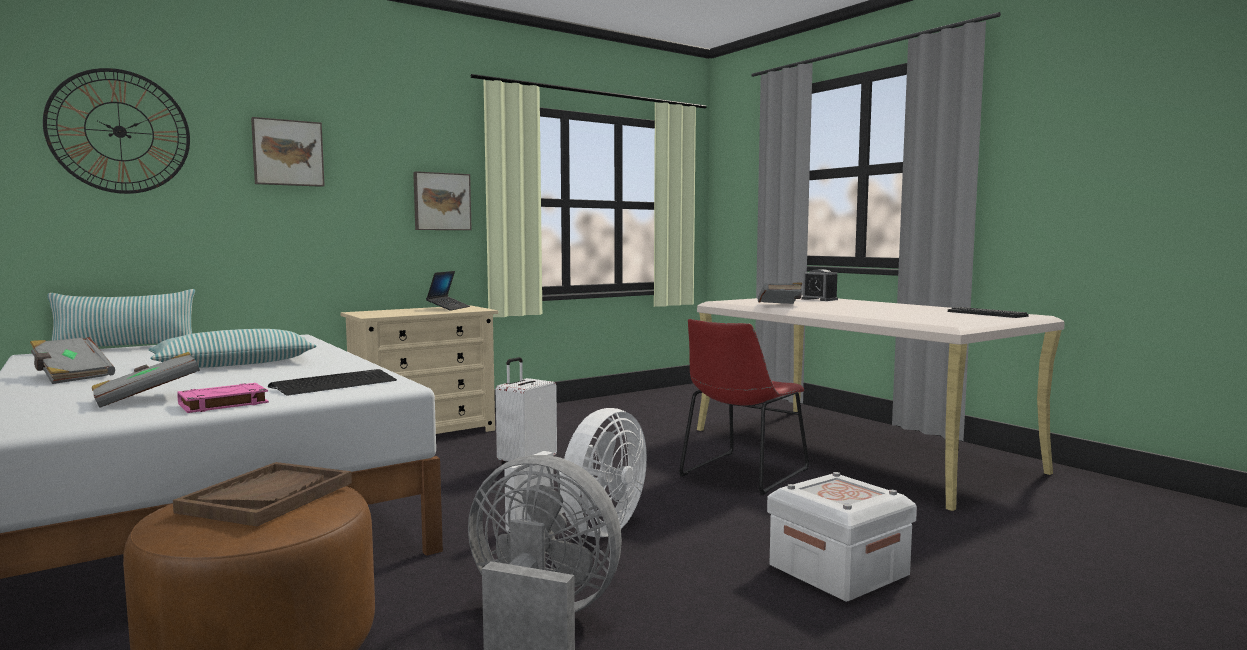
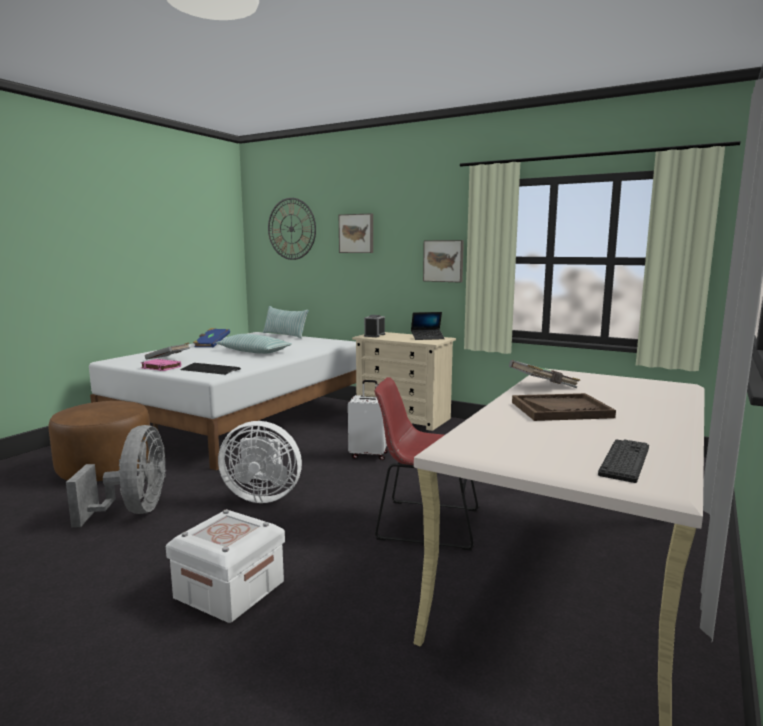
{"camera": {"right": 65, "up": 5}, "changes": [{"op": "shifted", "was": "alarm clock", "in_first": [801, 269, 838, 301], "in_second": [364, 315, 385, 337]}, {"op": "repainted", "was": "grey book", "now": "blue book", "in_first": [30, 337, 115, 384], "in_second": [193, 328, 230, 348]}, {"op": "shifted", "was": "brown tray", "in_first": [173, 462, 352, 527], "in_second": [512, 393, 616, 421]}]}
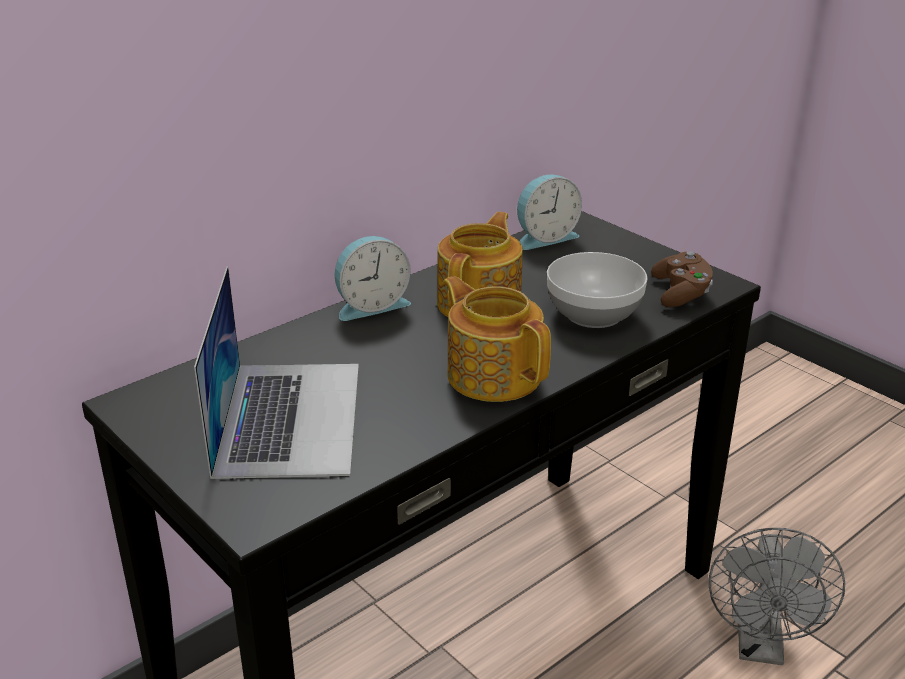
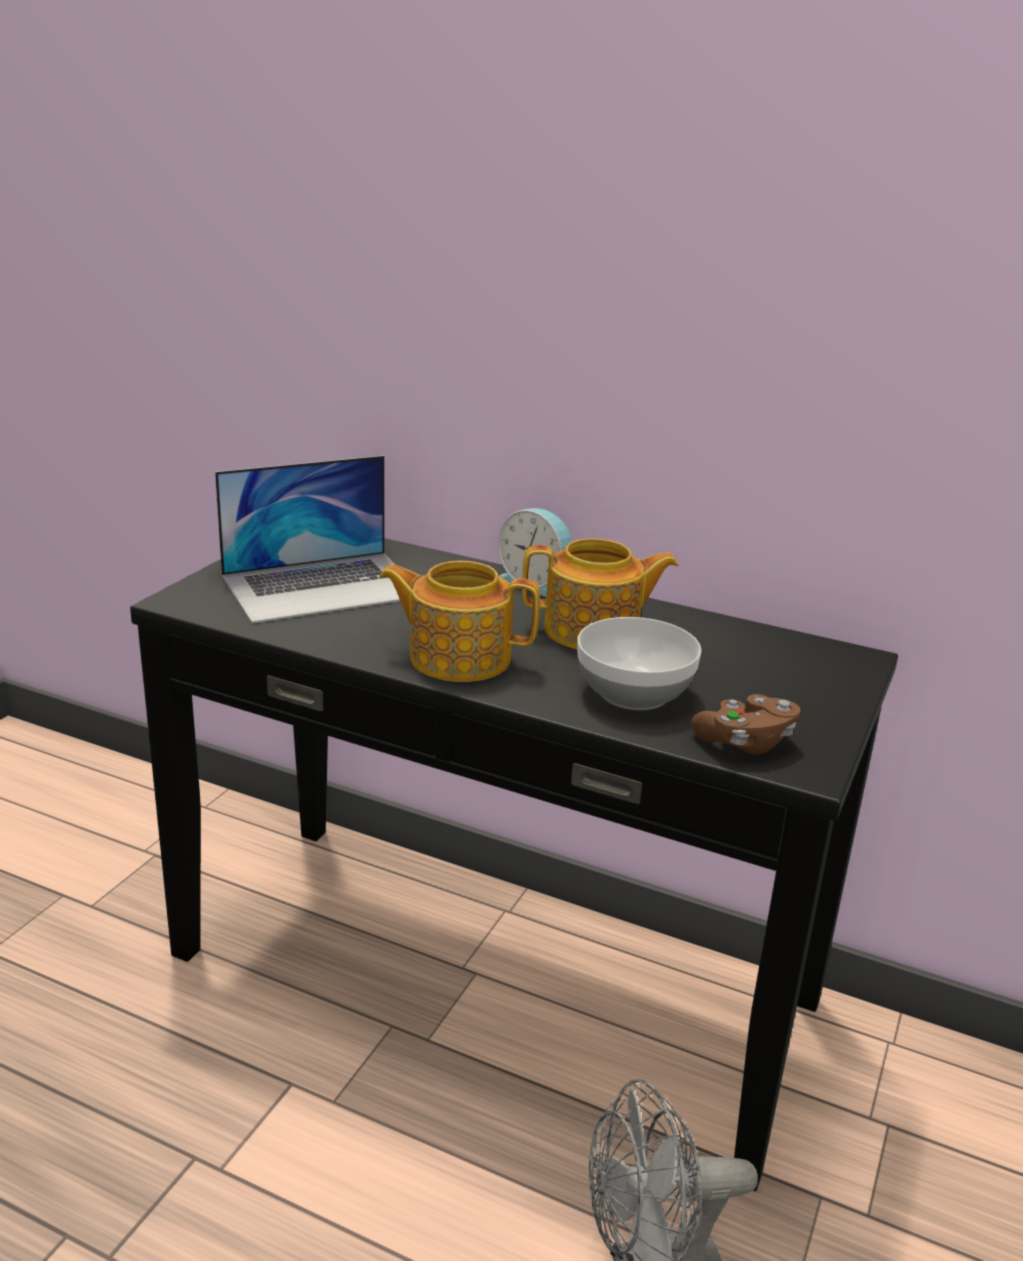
{"camera": {"right": 65, "up": -5}, "changes": [{"op": "gone", "was": "alarm clock", "in_first": [517, 174, 582, 250]}, {"op": "rotated", "was": "teapot", "in_first": [442, 276, 551, 402], "in_second": [379, 561, 540, 682], "clockwise": -105}]}
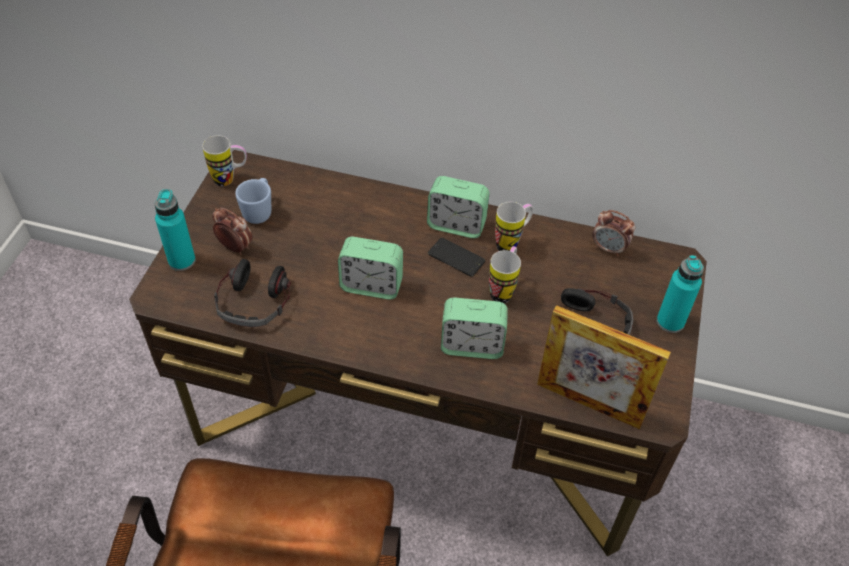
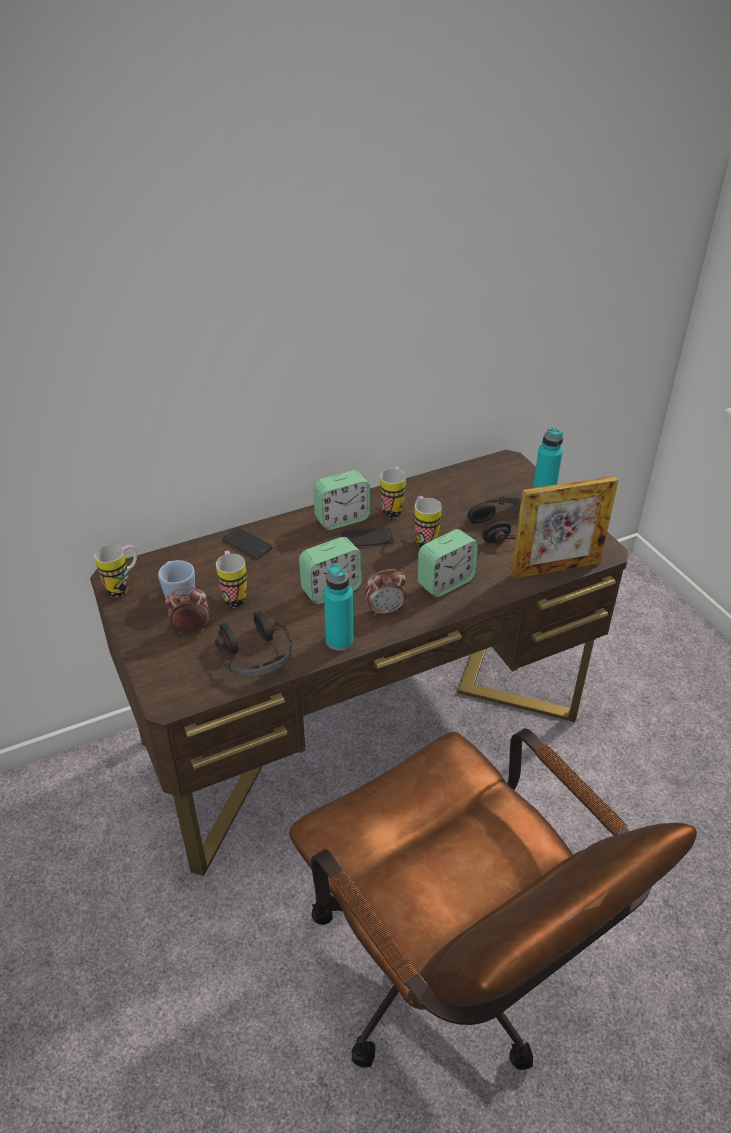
{"camera": {"right": -40, "up": -10}, "changes": [{"op": "shifted", "was": "turquoise bottle", "in_first": [155, 189, 196, 271], "in_second": [324, 564, 353, 651]}, {"op": "shifted", "was": "alarm clock", "in_first": [592, 210, 635, 256], "in_second": [365, 569, 406, 616]}, {"op": "new", "now": "phone", "in_second": [222, 528, 273, 559]}, {"op": "new", "now": "mug", "in_second": [216, 551, 247, 608]}]}
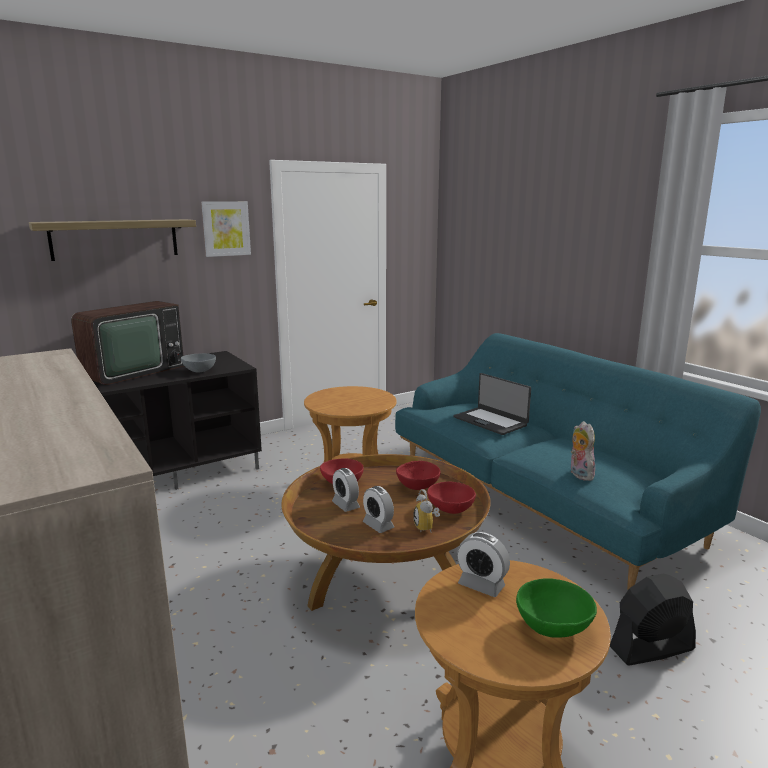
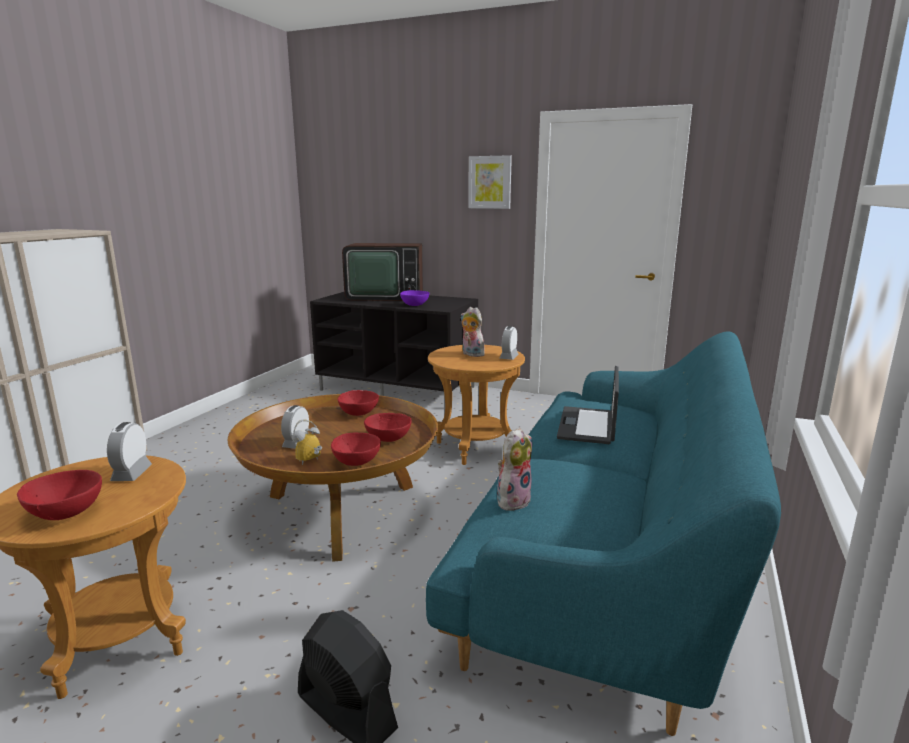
{"camera": {"right": 55, "up": 0}, "changes": [{"op": "gone", "was": "shelf", "in_first": [29, 219, 196, 261]}, {"op": "repainted", "was": "grey bowl", "now": "purple bowl", "in_first": [181, 353, 216, 372], "in_second": [400, 290, 429, 306]}, {"op": "shifted", "was": "alarm clock", "in_first": [332, 468, 360, 512], "in_second": [500, 326, 519, 360]}, {"op": "repainted", "was": "green bowl", "now": "red bowl", "in_first": [516, 578, 597, 638], "in_second": [17, 470, 102, 520]}, {"op": "new", "now": "plush toy", "in_second": [460, 307, 487, 357]}]}
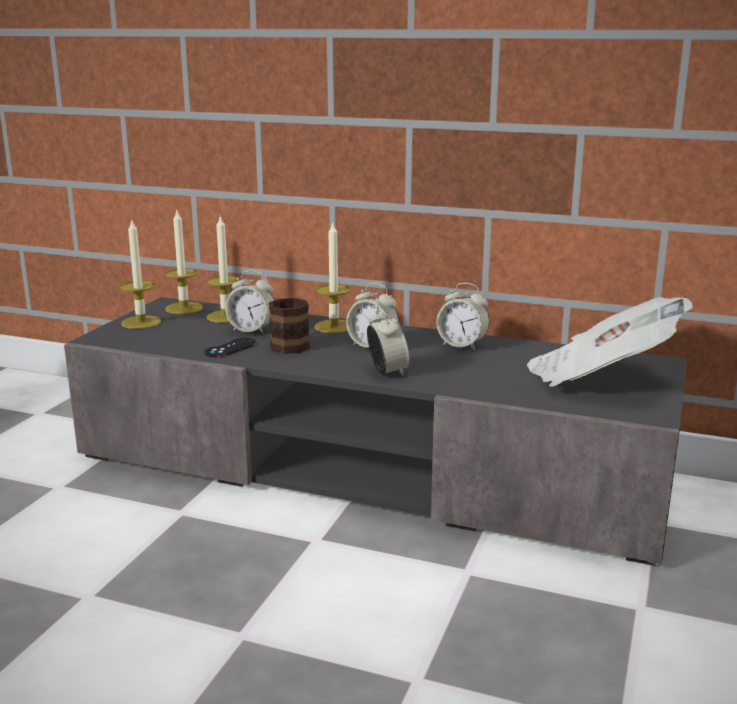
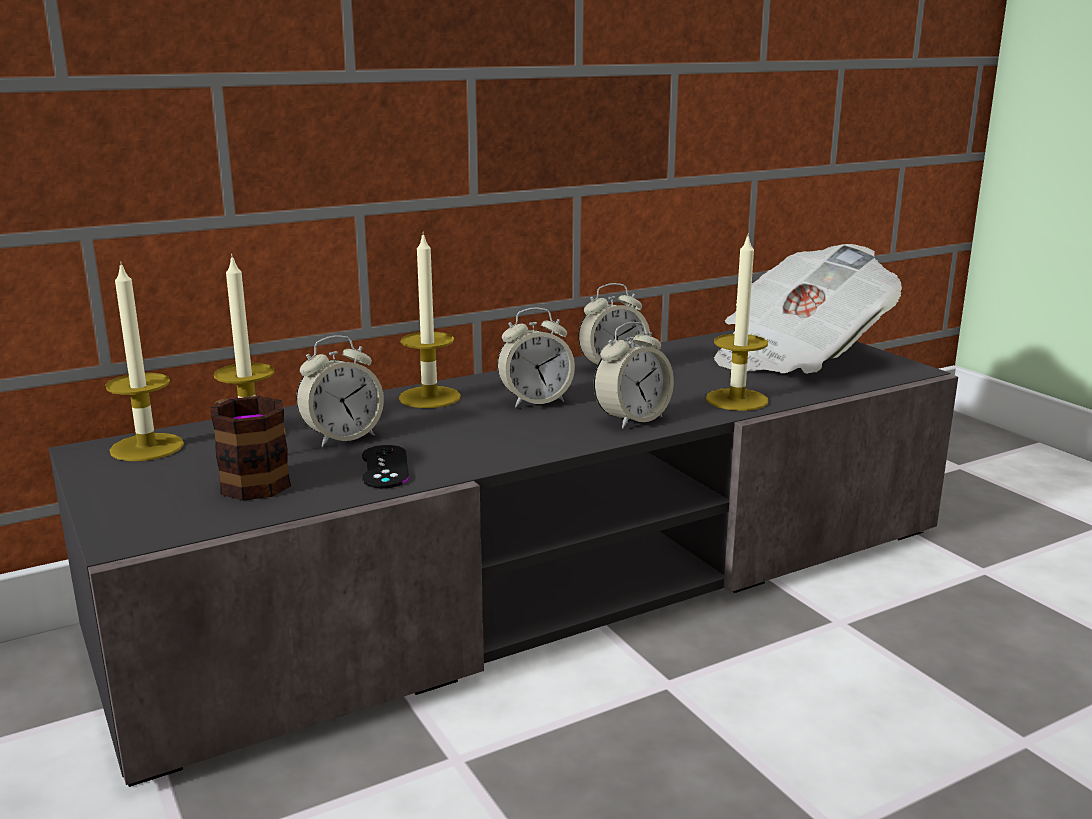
{"camera": {"right": -50, "up": 0}, "changes": [{"op": "shifted", "was": "candle", "in_first": [120, 218, 161, 329], "in_second": [706, 233, 768, 411]}, {"op": "shifted", "was": "mug", "in_first": [269, 297, 310, 354], "in_second": [210, 396, 291, 501]}, {"op": "rotated", "was": "alarm clock", "in_first": [367, 306, 409, 376], "in_second": [594, 322, 674, 429], "clockwise": 120}]}
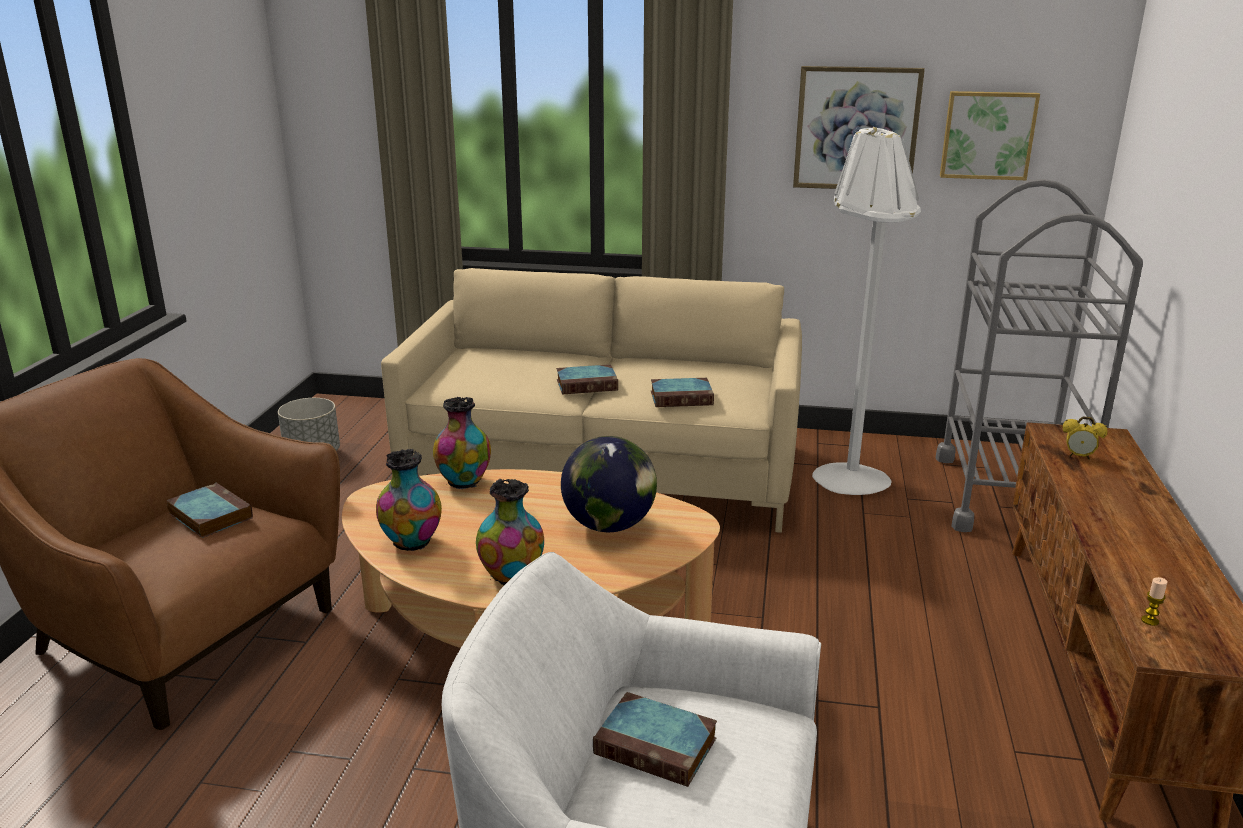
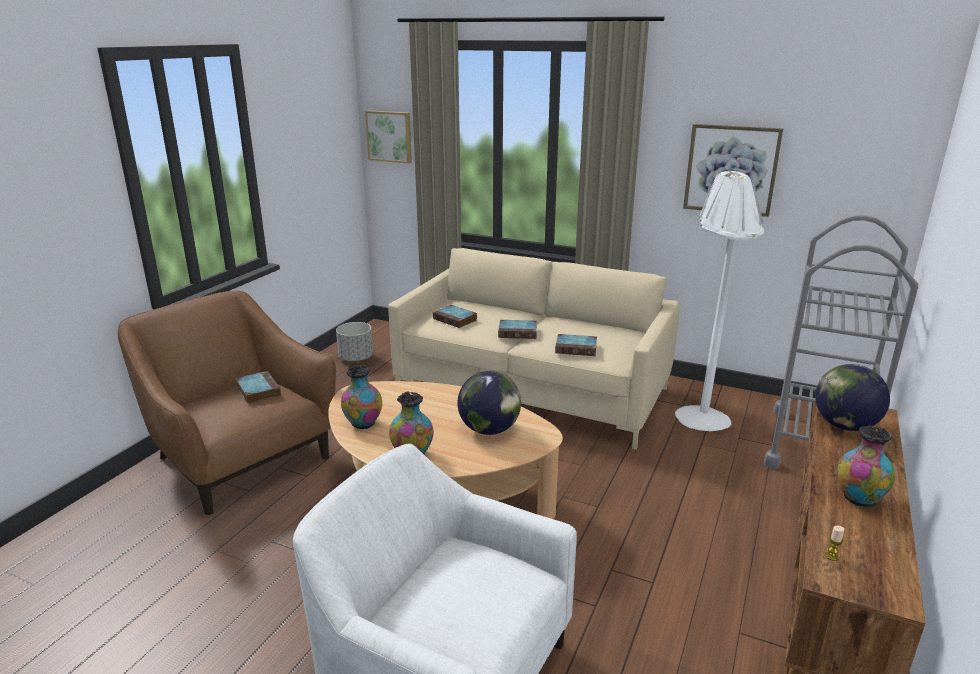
{"camera": {"right": 15, "up": 0}, "changes": [{"op": "shifted", "was": "picture", "in_first": [940, 91, 1040, 180], "in_second": [365, 110, 412, 164]}, {"op": "shifted", "was": "vase", "in_first": [433, 397, 491, 489], "in_second": [837, 425, 895, 507]}, {"op": "swapped", "was": "alarm clock", "now": "globe", "in_first": [1063, 417, 1107, 460], "in_second": [815, 364, 890, 431]}, {"op": "shifted", "was": "book", "in_first": [593, 692, 717, 787], "in_second": [433, 305, 477, 328]}]}
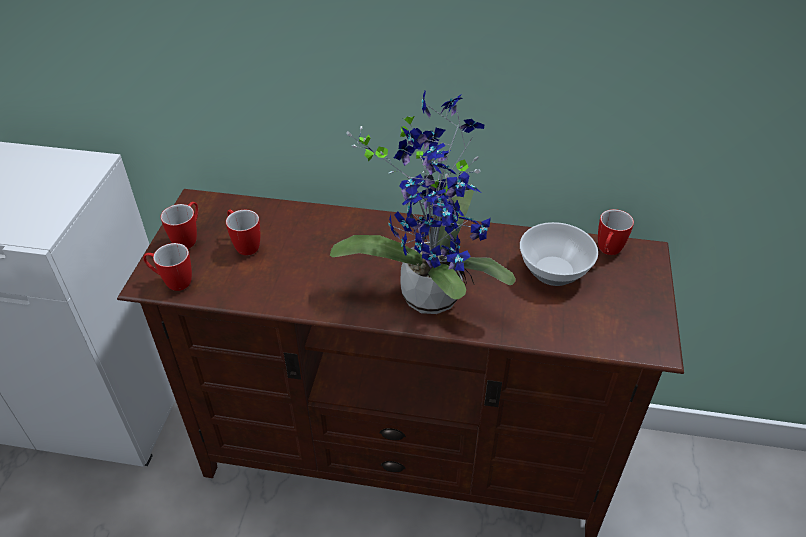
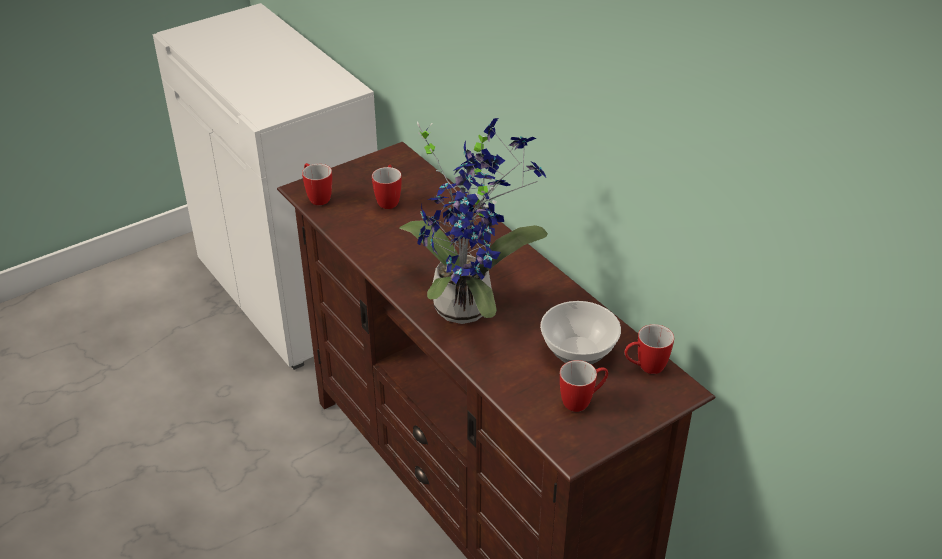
{"camera": {"right": 45, "up": -5}, "changes": [{"op": "shifted", "was": "mug", "in_first": [161, 202, 198, 249], "in_second": [560, 360, 608, 412]}]}
